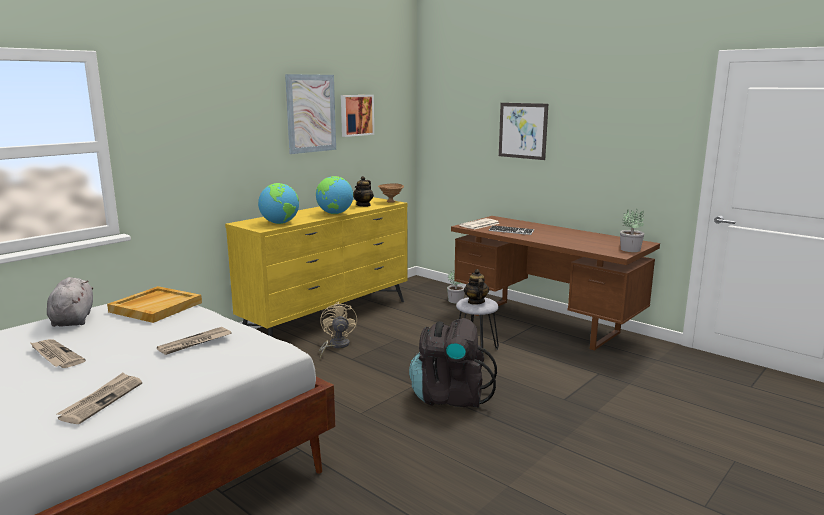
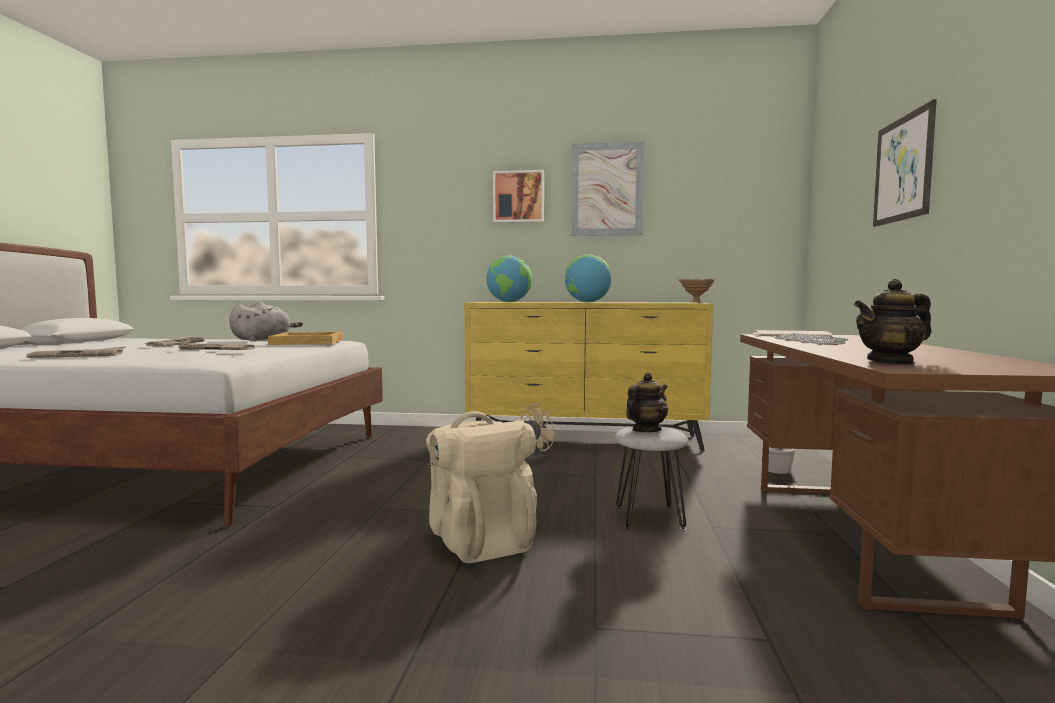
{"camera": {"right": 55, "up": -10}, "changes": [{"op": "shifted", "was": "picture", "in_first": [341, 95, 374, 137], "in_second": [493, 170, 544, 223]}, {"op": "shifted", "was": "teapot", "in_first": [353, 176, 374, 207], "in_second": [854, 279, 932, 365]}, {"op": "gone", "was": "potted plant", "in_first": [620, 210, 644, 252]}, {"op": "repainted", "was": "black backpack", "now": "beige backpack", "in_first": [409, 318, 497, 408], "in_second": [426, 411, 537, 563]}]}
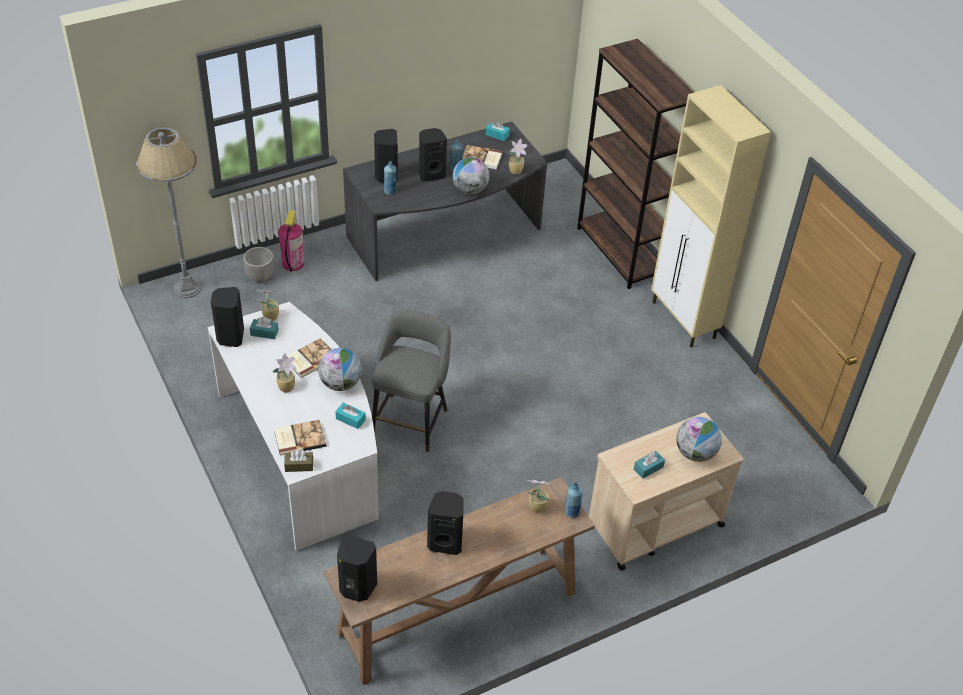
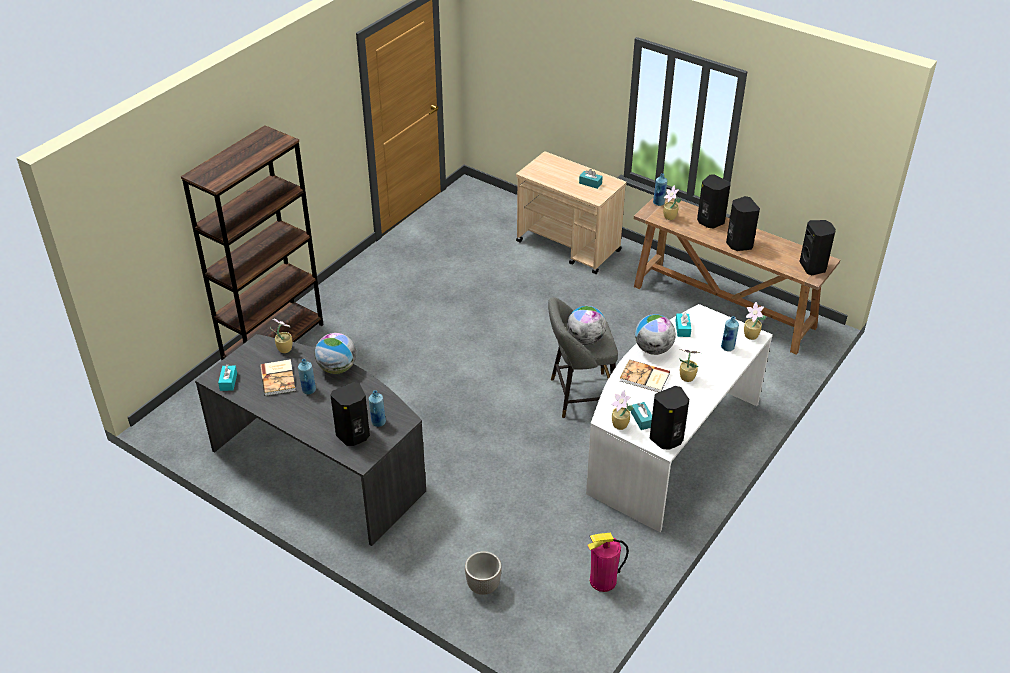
{"camera": {"right": -115, "up": -5}, "changes": [{"op": "gone", "was": "beige cabinet", "in_first": [651, 85, 771, 348]}, {"op": "gone", "was": "grey floor lamp", "in_first": [136, 128, 201, 298]}, {"op": "shifted", "was": "black speaker", "in_first": [419, 128, 447, 182], "in_second": [697, 175, 730, 228]}, {"op": "shifted", "was": "fire extinguisher", "in_first": [278, 210, 304, 272], "in_second": [588, 533, 629, 592]}, {"op": "shifted", "was": "globe", "in_first": [676, 417, 722, 462], "in_second": [567, 306, 606, 345]}, {"op": "swapped", "was": "book", "now": "blue bottle", "in_first": [274, 420, 326, 456], "in_second": [721, 316, 739, 351]}, {"op": "swapped", "was": "brown tissue box", "now": "potted plant", "in_first": [284, 450, 313, 472], "in_second": [744, 302, 767, 340]}]}
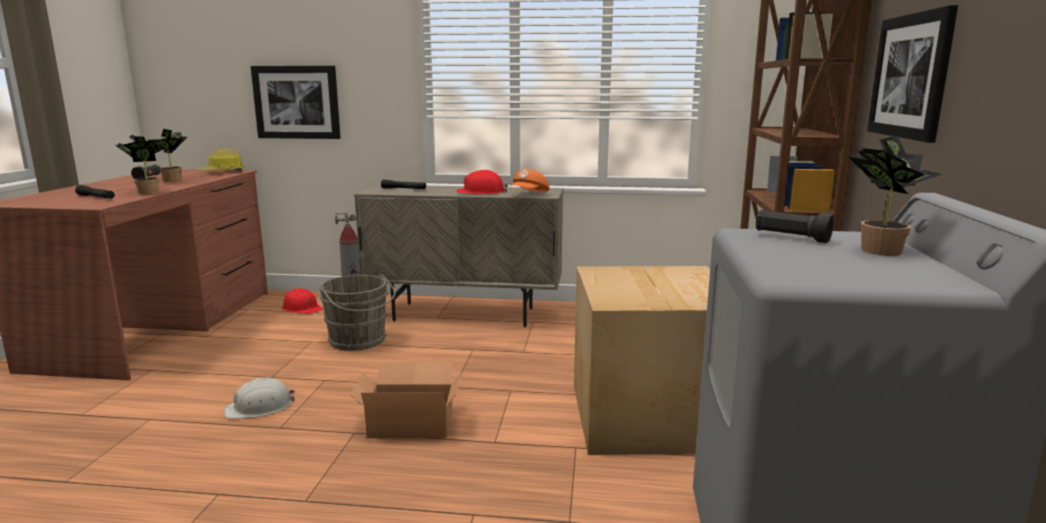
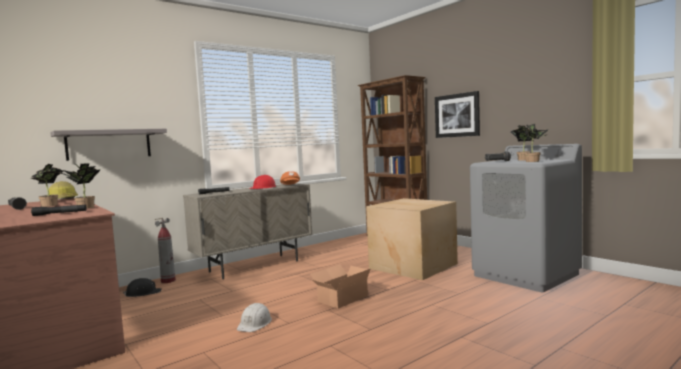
{"camera": {"right": -45, "up": -10}, "changes": [{"op": "swapped", "was": "picture", "now": "grey shelf", "in_first": [251, 66, 341, 139], "in_second": [50, 129, 167, 161]}, {"op": "gone", "was": "grey bucket", "in_first": [319, 274, 395, 351]}, {"op": "repainted", "was": "red hard hat", "now": "black hard hat", "in_first": [282, 288, 323, 314], "in_second": [123, 278, 162, 297]}, {"op": "new", "now": "potted plant", "in_second": [518, 124, 548, 162]}]}
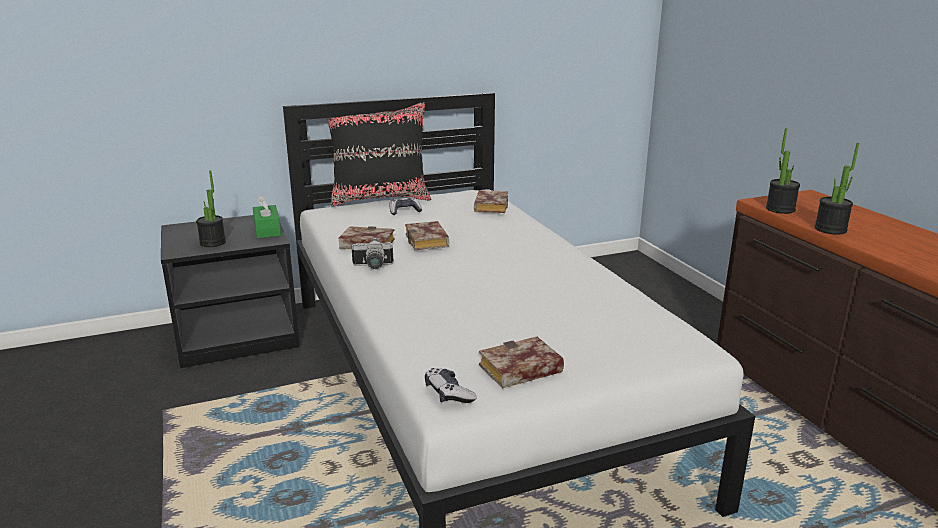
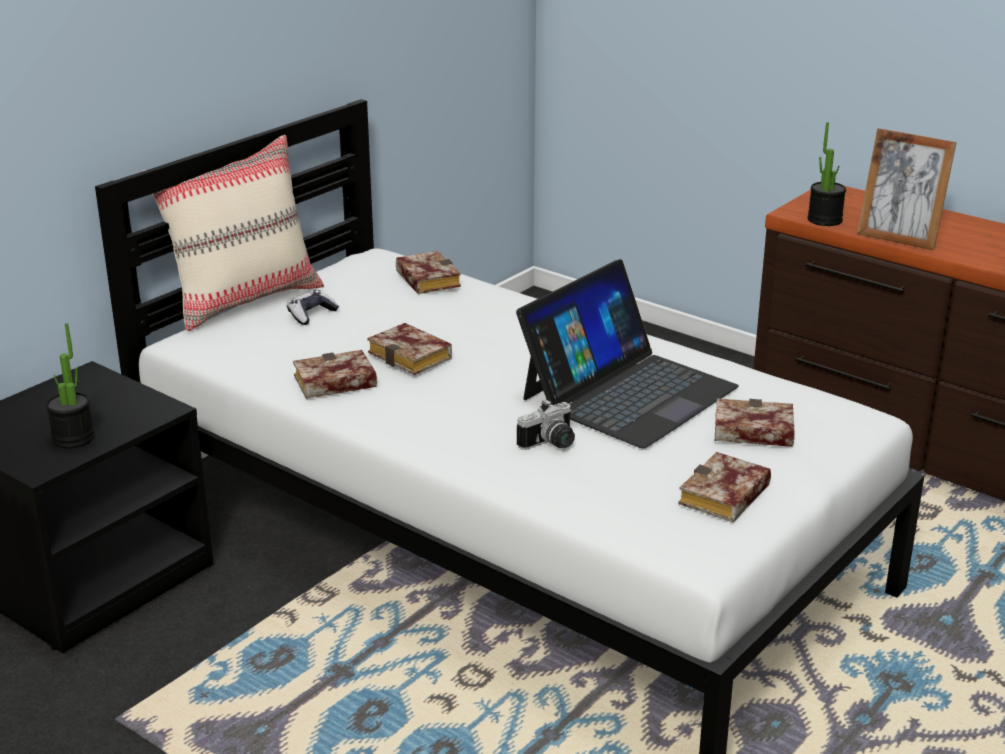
{"camera": {"right": -30, "up": 5}, "changes": [{"op": "repainted", "was": "black pillow", "now": "beige pillow", "in_first": [327, 102, 431, 207], "in_second": [141, 135, 324, 331]}, {"op": "swapped", "was": "potted plant", "now": "picture frame", "in_first": [814, 143, 859, 235], "in_second": [857, 128, 957, 250]}, {"op": "gone", "was": "green tissue box", "in_first": [253, 195, 281, 238]}, {"op": "shifted", "was": "photo camera", "in_first": [352, 237, 393, 269], "in_second": [517, 399, 575, 450]}, {"op": "gone", "was": "game controller", "in_first": [425, 368, 477, 403]}, {"op": "new", "now": "laptop", "in_second": [516, 259, 739, 449]}, {"op": "new", "now": "book", "in_second": [715, 399, 795, 447]}]}
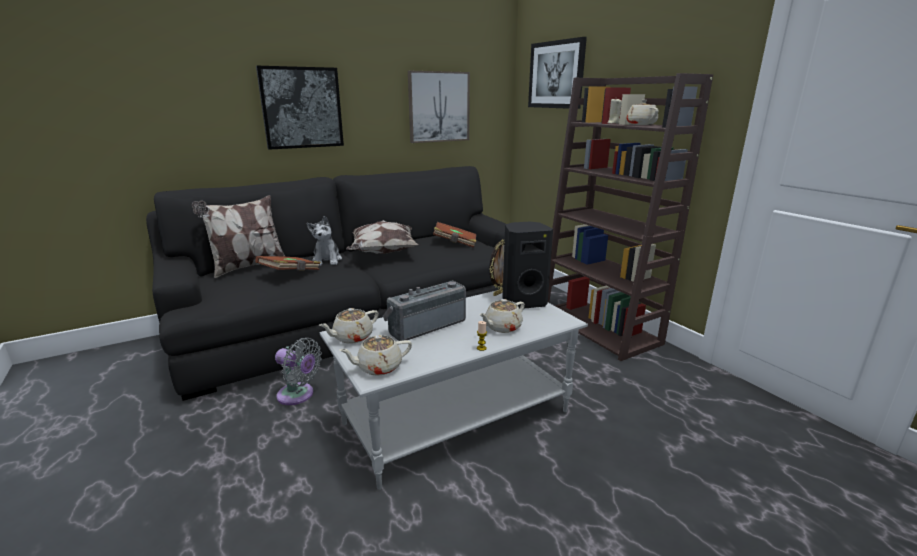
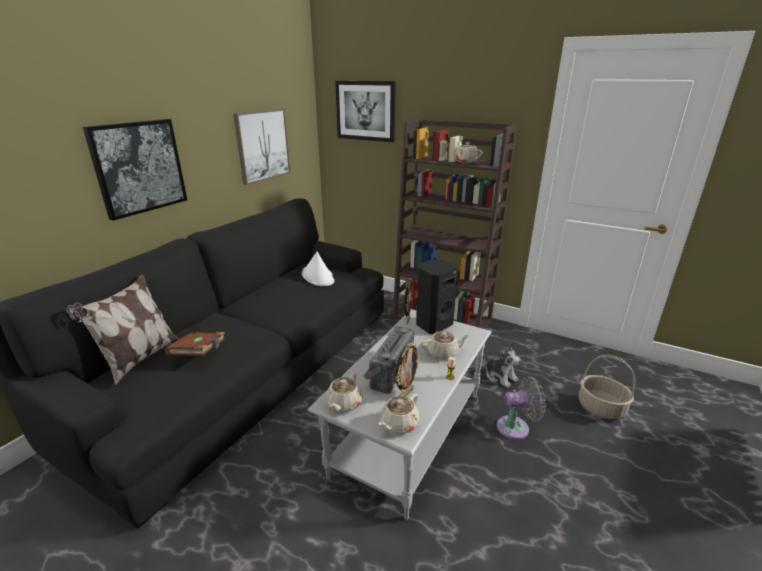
{"camera": {"right": -30, "up": 5}, "changes": [{"op": "shifted", "was": "plush toy", "in_first": [307, 216, 342, 266], "in_second": [484, 343, 521, 388]}, {"op": "gone", "was": "pillow", "in_first": [346, 220, 418, 254]}, {"op": "swapped", "was": "brown book", "now": "white hat", "in_first": [433, 222, 476, 248], "in_second": [302, 252, 335, 286]}, {"op": "rotated", "was": "beige teapot", "in_first": [479, 299, 525, 333], "in_second": [421, 331, 469, 359], "clockwise": -120}, {"op": "shifted", "was": "grey fan", "in_first": [275, 338, 322, 405], "in_second": [497, 376, 546, 440]}, {"op": "new", "now": "picture frame", "in_second": [396, 343, 420, 397]}, {"op": "new", "now": "basket", "in_second": [579, 355, 636, 419]}]}
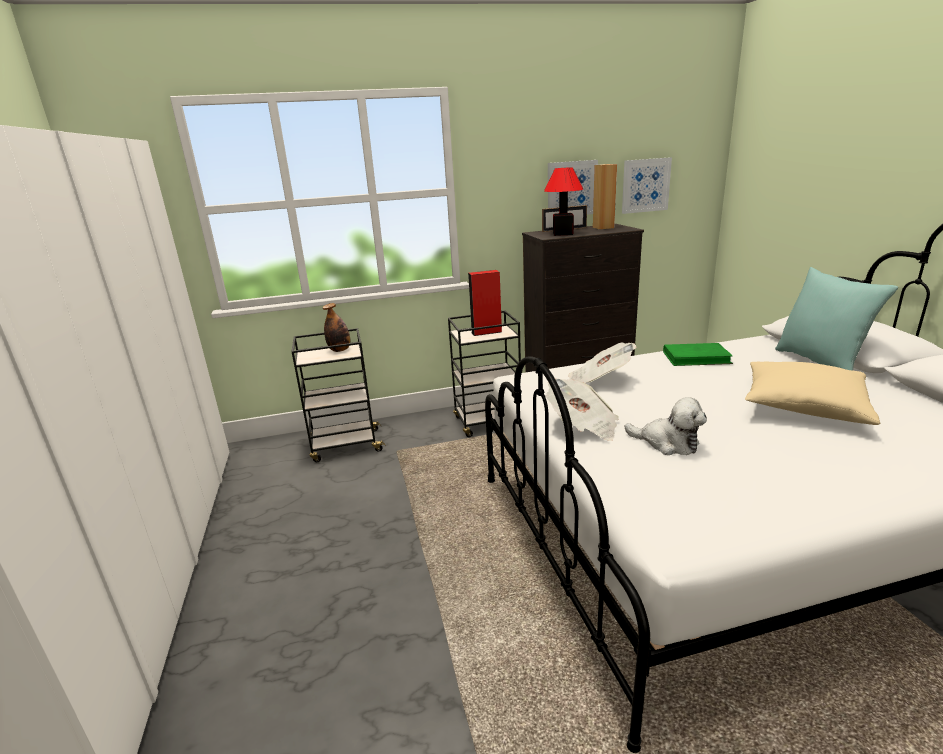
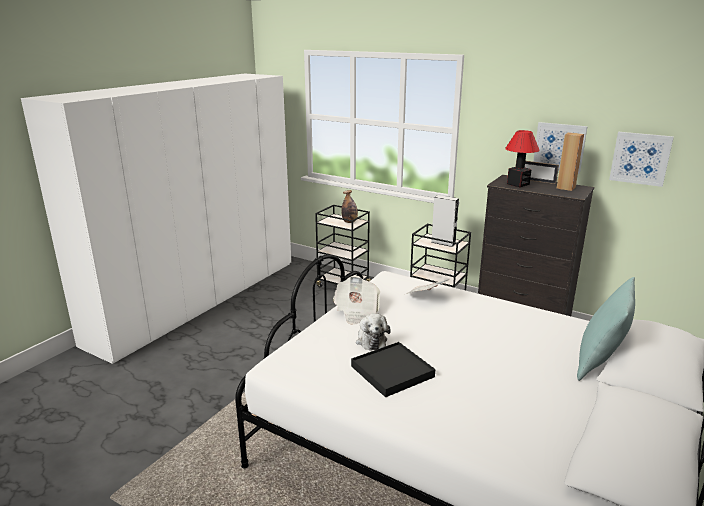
{"camera": {"right": 45, "up": 0}, "changes": [{"op": "repainted", "was": "red speaker", "now": "grey speaker", "in_first": [468, 270, 502, 336], "in_second": [431, 195, 459, 247]}, {"op": "gone", "was": "green book", "in_first": [663, 343, 733, 366]}, {"op": "gone", "was": "beige pillow", "in_first": [745, 362, 880, 425]}, {"op": "new", "now": "black tray", "in_second": [351, 342, 435, 397]}]}
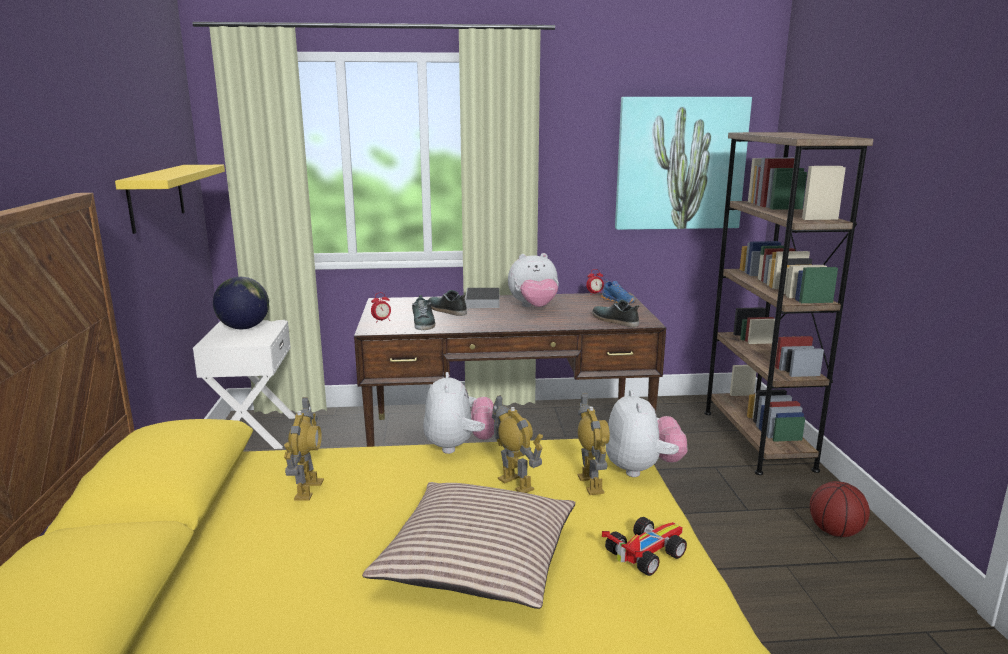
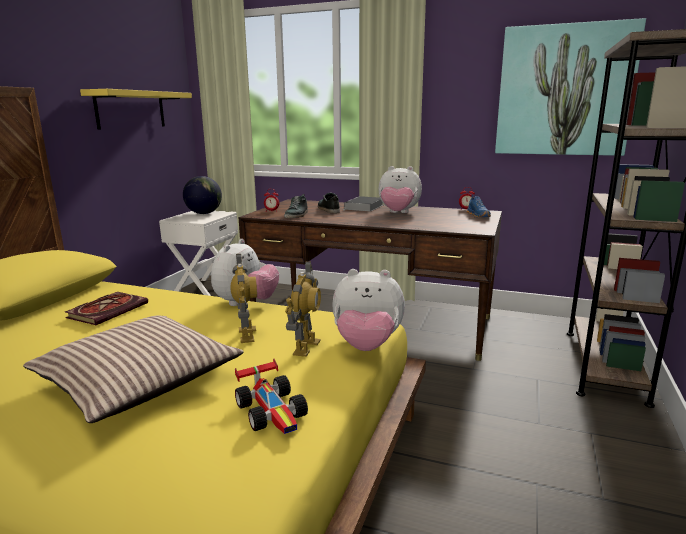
{"camera": {"right": 25, "up": 0}, "changes": [{"op": "gone", "was": "shoe", "in_first": [592, 300, 640, 327]}, {"op": "rotated", "was": "plush toy", "in_first": [605, 390, 687, 477], "in_second": [332, 269, 405, 351], "clockwise": 75}, {"op": "swapped", "was": "toy robot", "now": "book", "in_first": [284, 397, 324, 501], "in_second": [65, 292, 148, 325]}, {"op": "gone", "was": "basketball", "in_first": [810, 481, 870, 537]}, {"op": "rotated", "was": "toy car", "in_first": [602, 517, 687, 576], "in_second": [235, 359, 308, 434], "clockwise": 75}]}
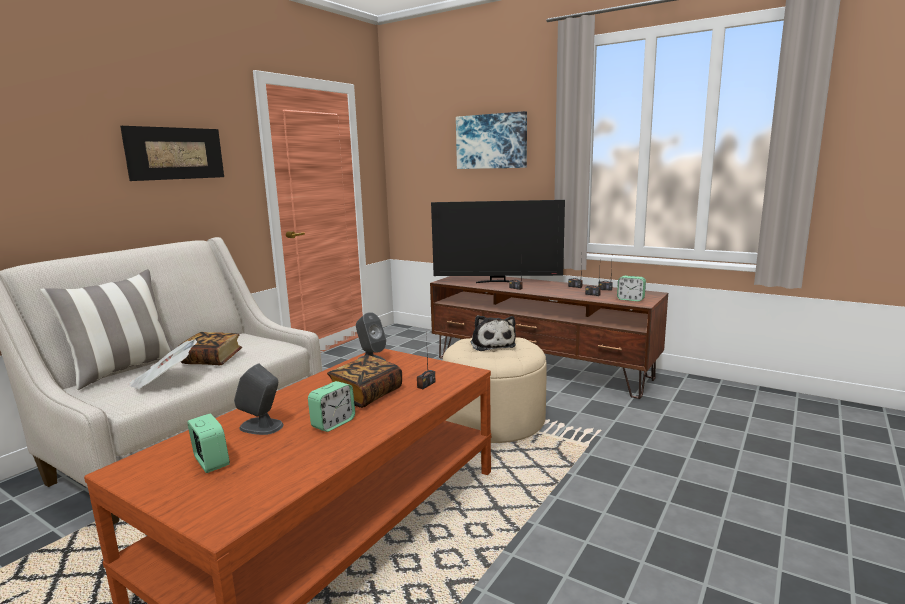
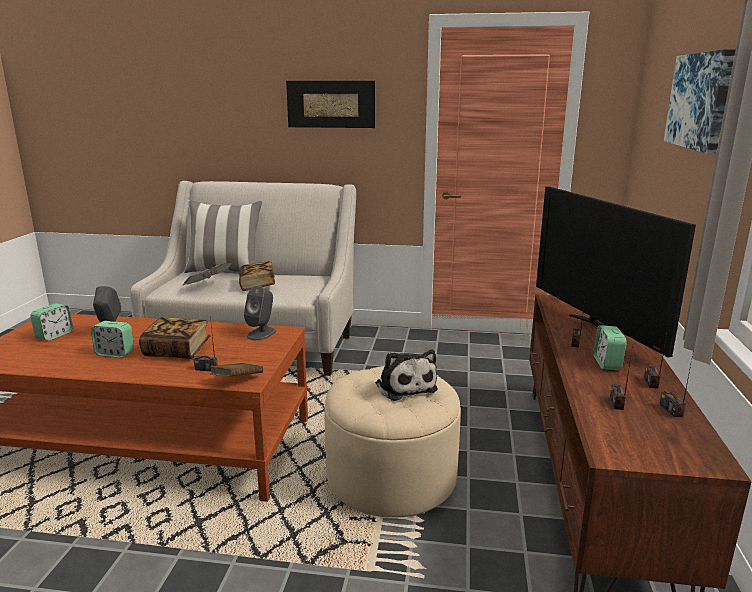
{"camera": {"right": 65, "up": 5}, "changes": [{"op": "shifted", "was": "alarm clock", "in_first": [617, 276, 646, 302], "in_second": [593, 325, 627, 370]}, {"op": "rotated", "was": "plush toy", "in_first": [471, 315, 516, 351], "in_second": [376, 349, 438, 401], "clockwise": -75}, {"op": "new", "now": "brown book", "in_second": [210, 363, 263, 376]}]}
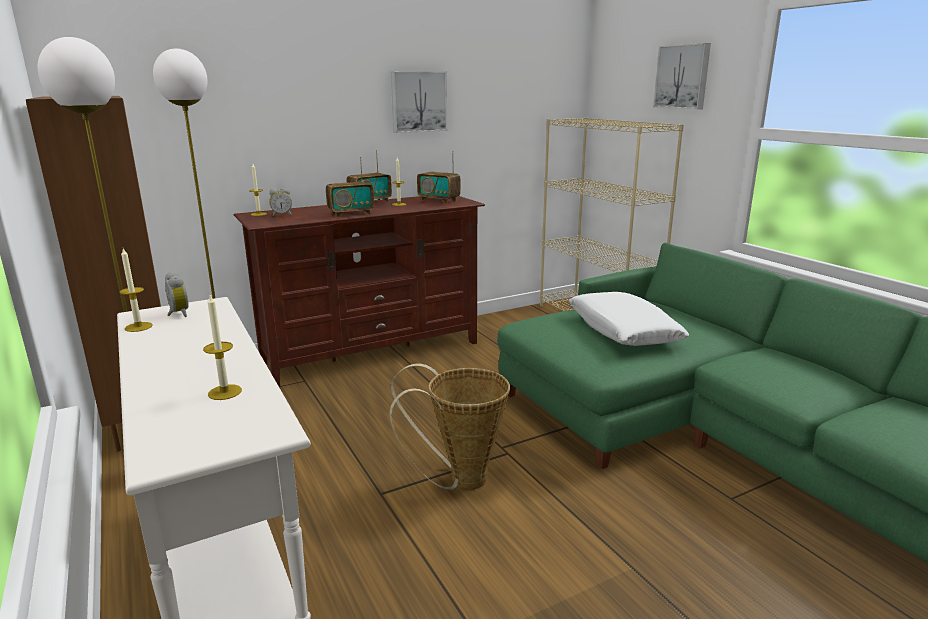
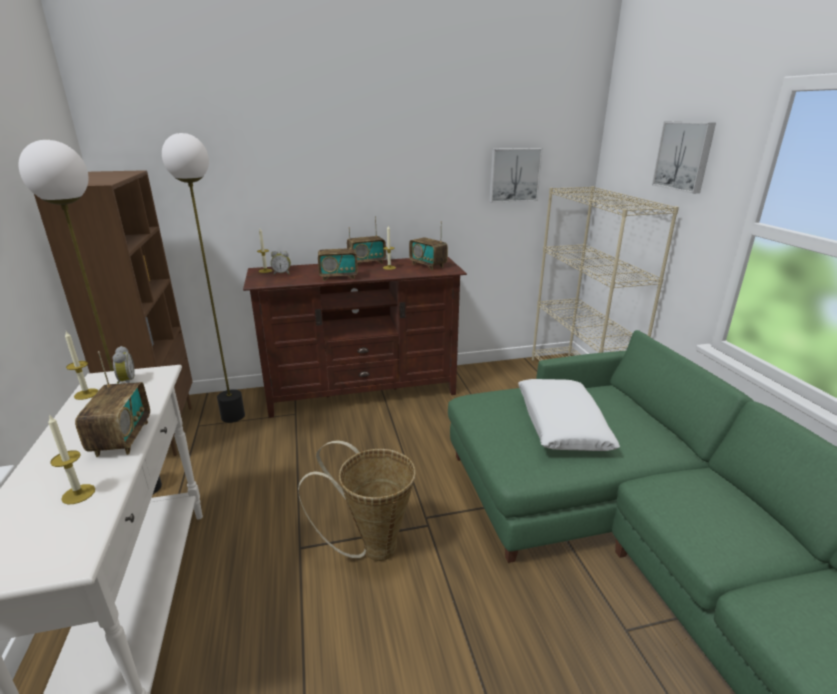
{"camera": {"right": 15, "up": 5}, "changes": [{"op": "shifted", "was": "picture", "in_first": [391, 71, 447, 133], "in_second": [489, 148, 543, 203]}, {"op": "new", "now": "radio", "in_second": [75, 351, 150, 457]}]}
